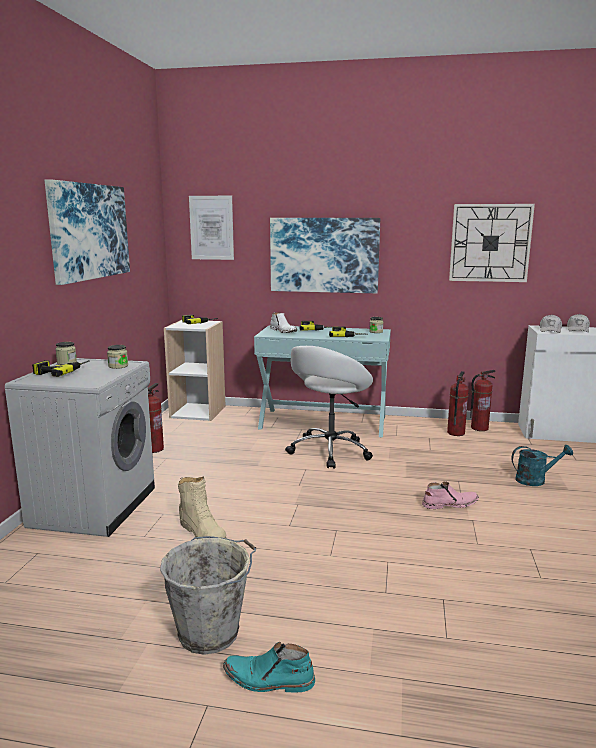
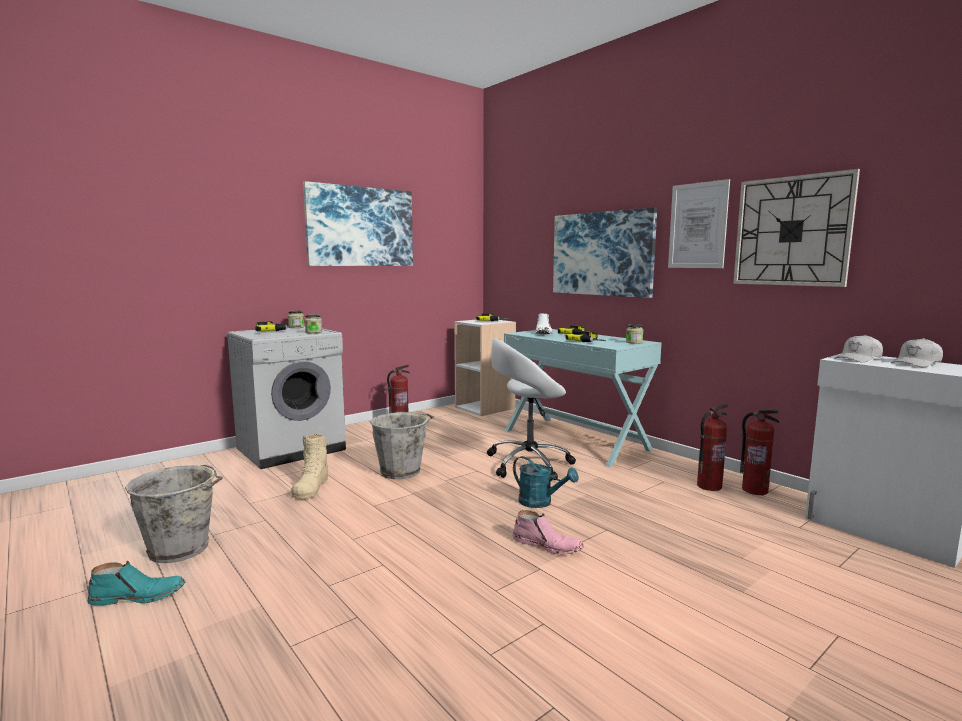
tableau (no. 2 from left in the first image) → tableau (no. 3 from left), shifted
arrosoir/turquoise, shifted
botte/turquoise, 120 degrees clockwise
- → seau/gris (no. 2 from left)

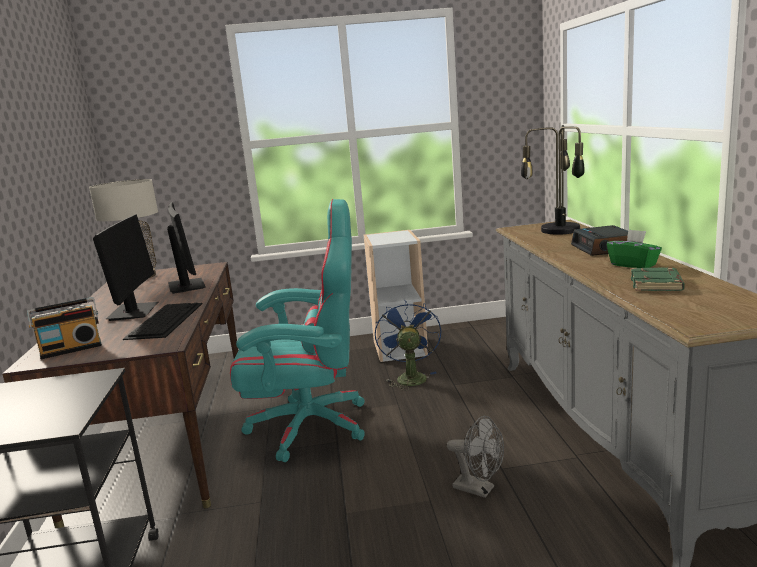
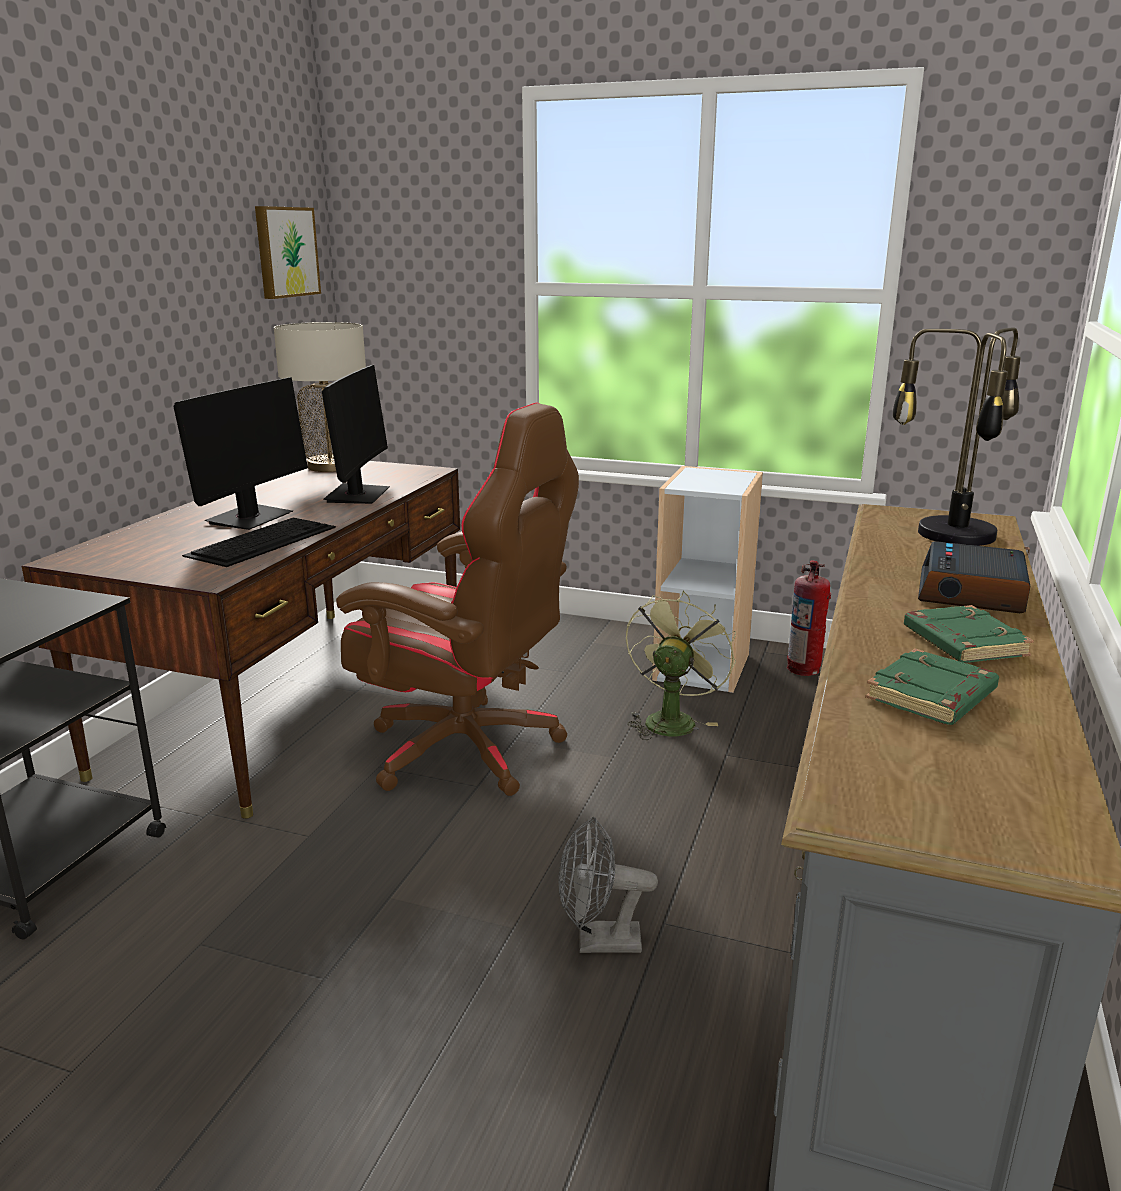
chaise de bureau/turquoise → chaise de bureau/marron
boîte à mouchoirs/vert → livre/vert (no. 2 from left)
radio → -
ventilateur/bleu → ventilateur/vert
ventilateur/gris, 120 degrees clockwise
- → tableau
- → extincteur

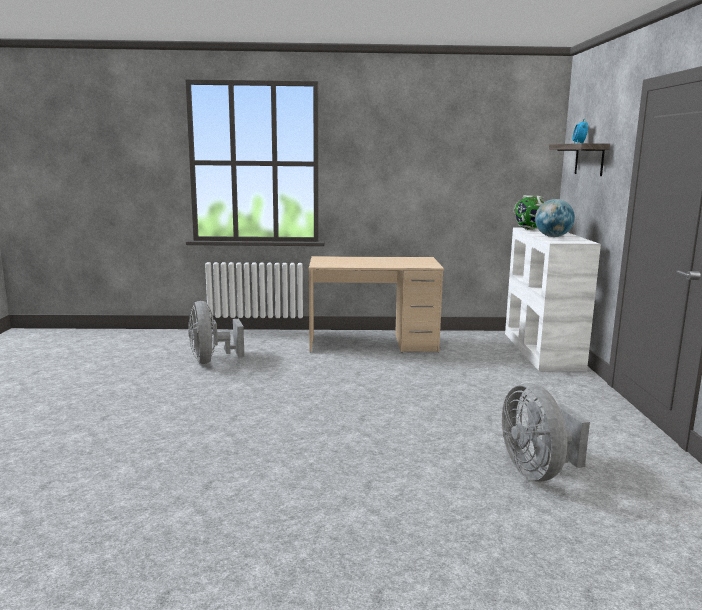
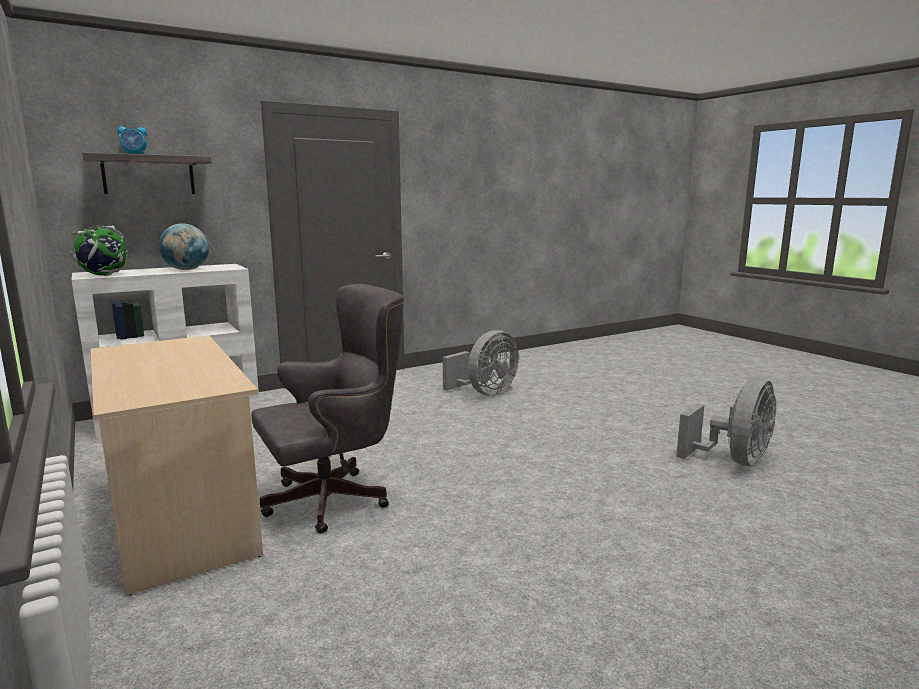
ventilateur/gris (no. 1 from left in the first image) → ventilateur/gris (no. 2 from left), shifted
- → chaise de bureau/gris

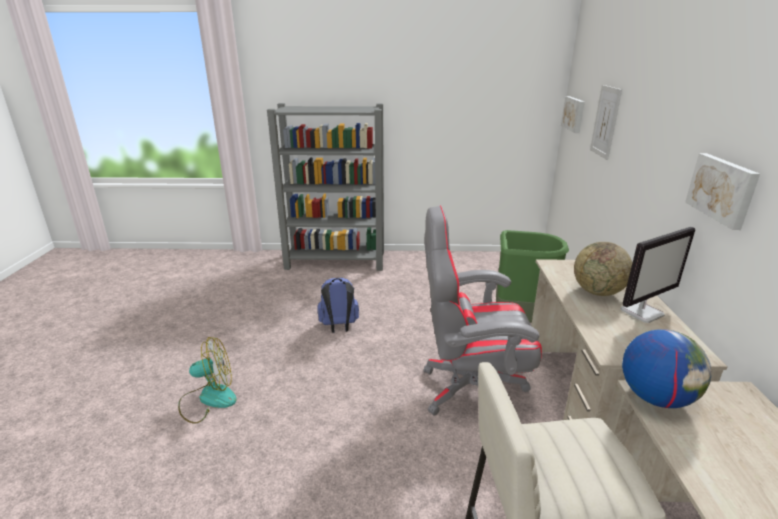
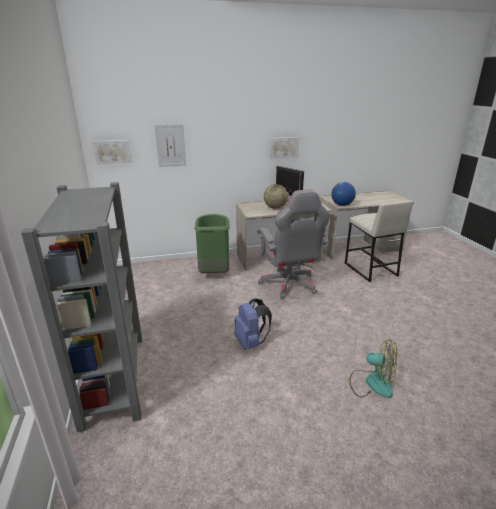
ventilateur, 150 degrees clockwise

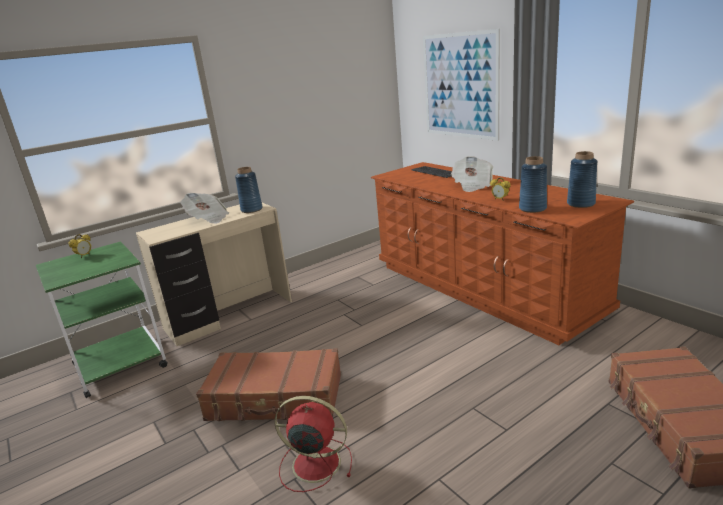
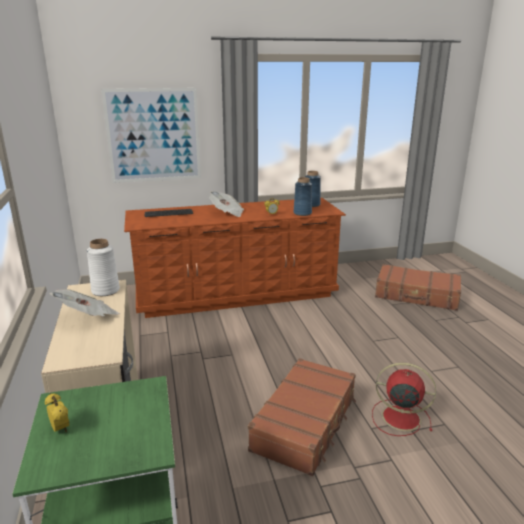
vase/bleu (no. 1 from left) → vase/blanc
ventilateur/rouge, 75 degrees clockwise

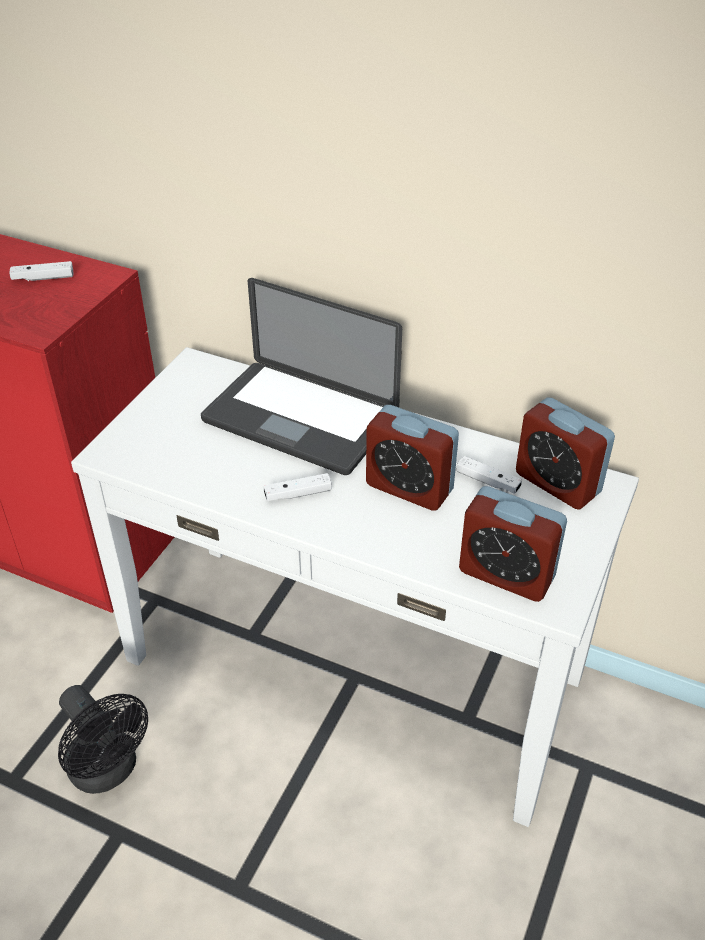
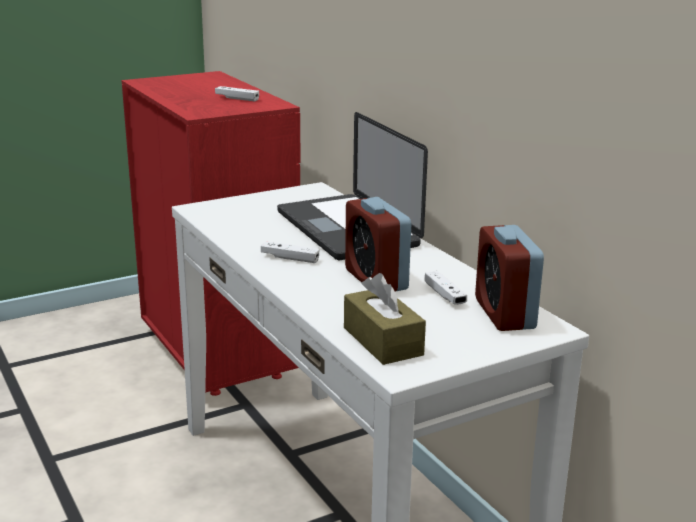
réveil (no. 2 from left) → boîte à mouchoirs/marron
ventilateur/noir → -

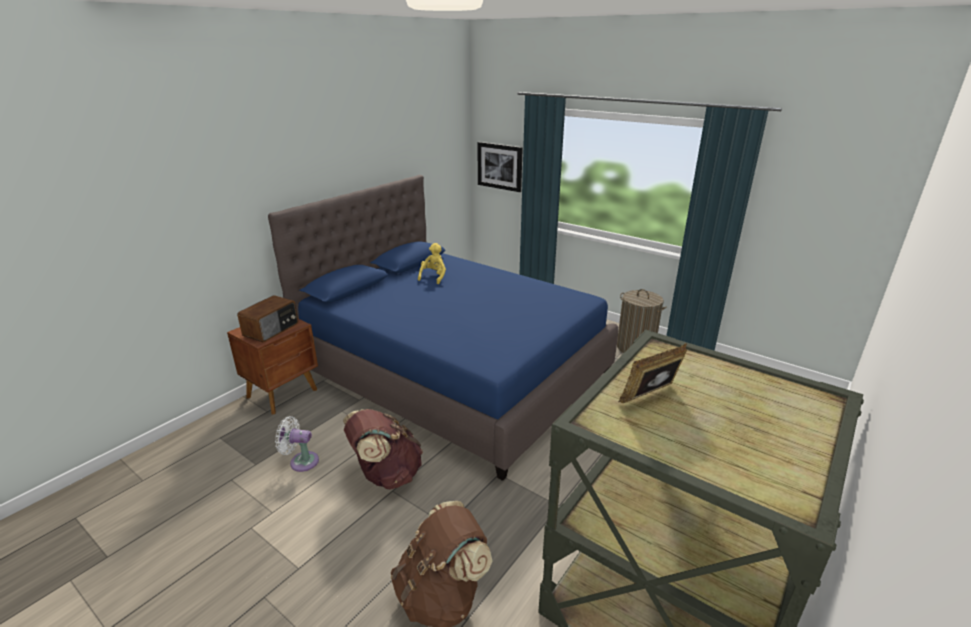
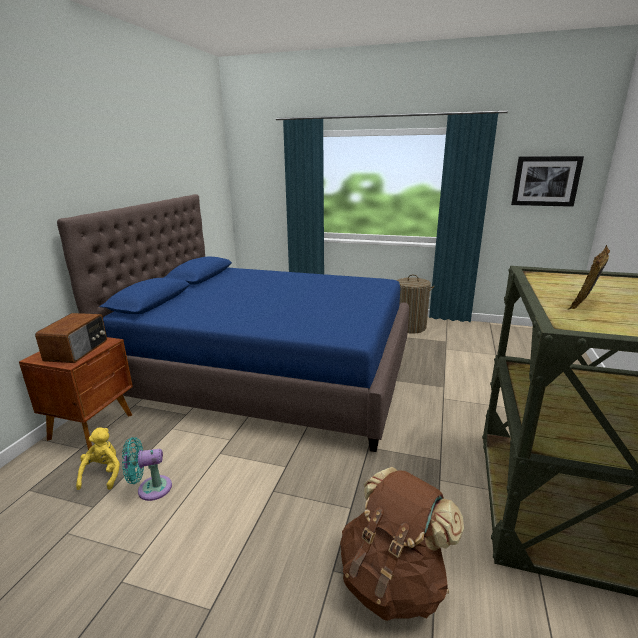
tableau, shifted
peluche/jaune, shifted
sac à dos/marron (no. 1 from left) → -
ventilateur/blanc → ventilateur/turquoise

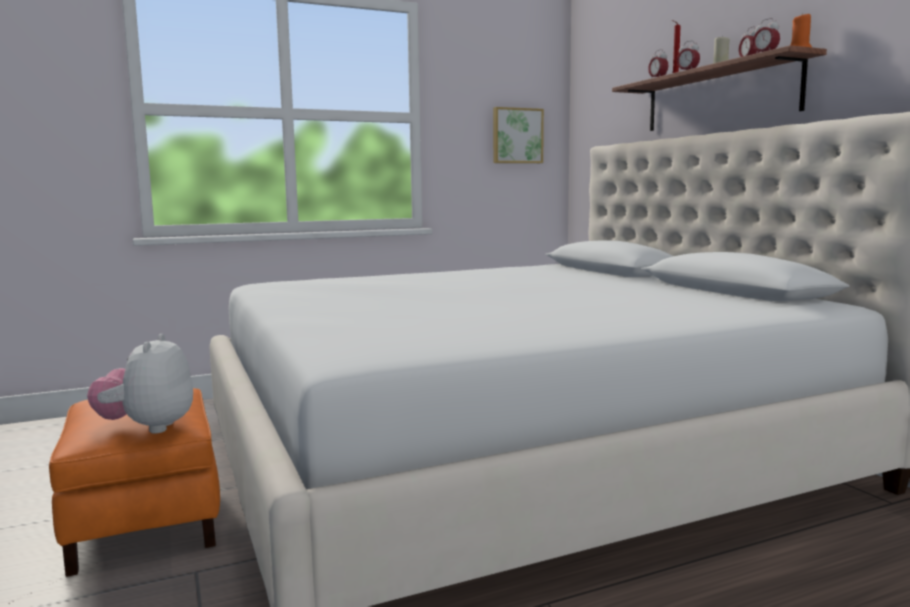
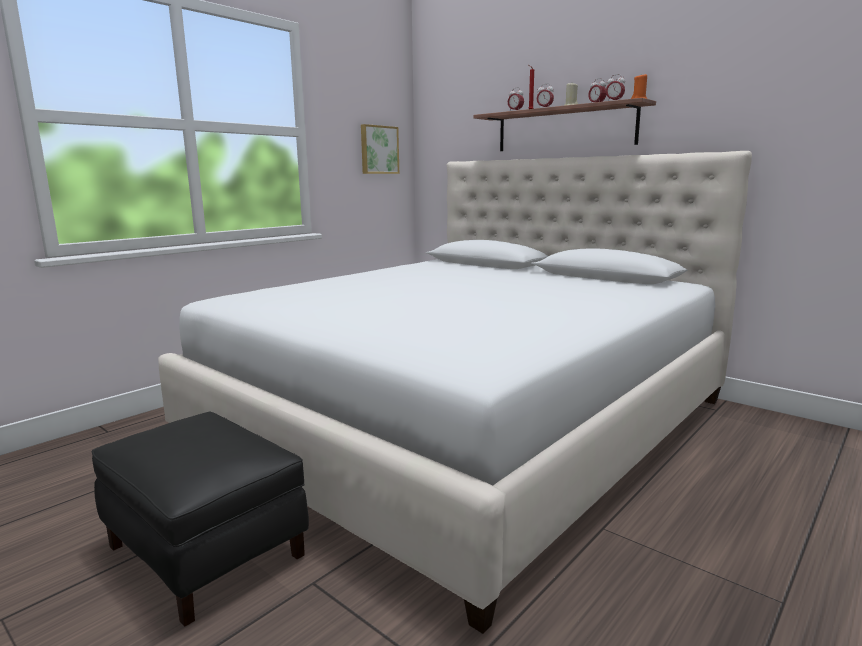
peluche → -
pouf/orange → pouf/noir

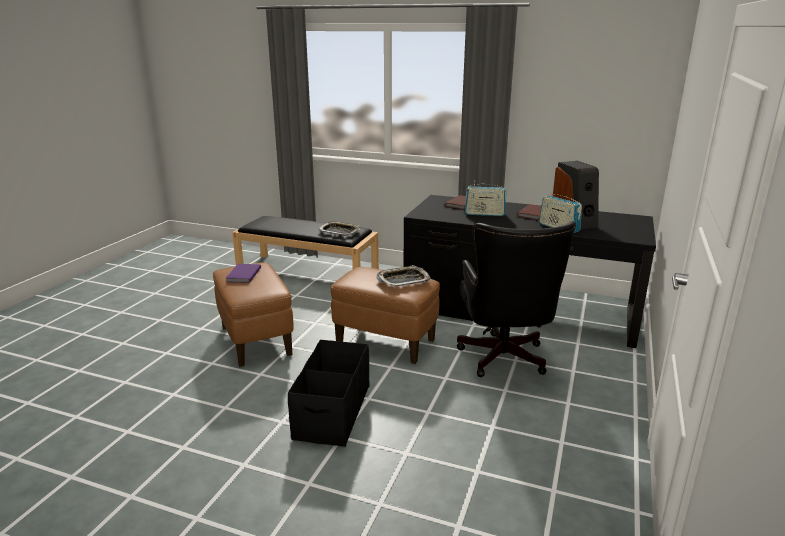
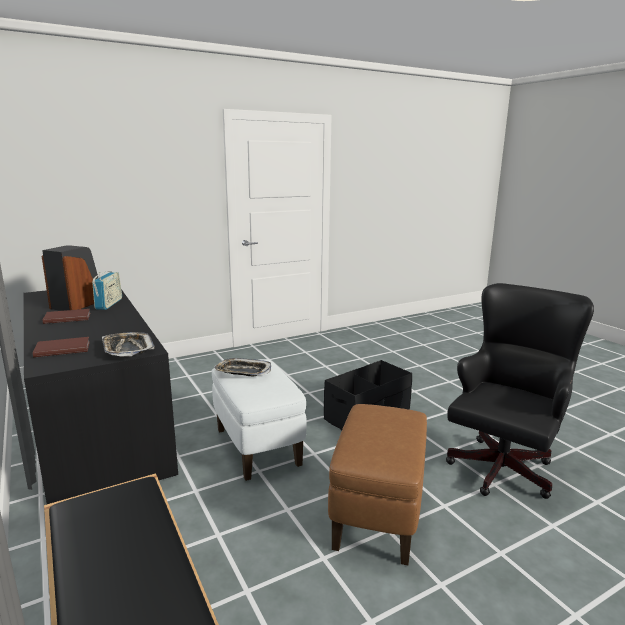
radio (no. 1 from left) → -
plateau (no. 1 from left), shifted
chaise de bureau/noir, shifted
livre/violet → -
pouf/marron (no. 2 from left) → pouf/blanc

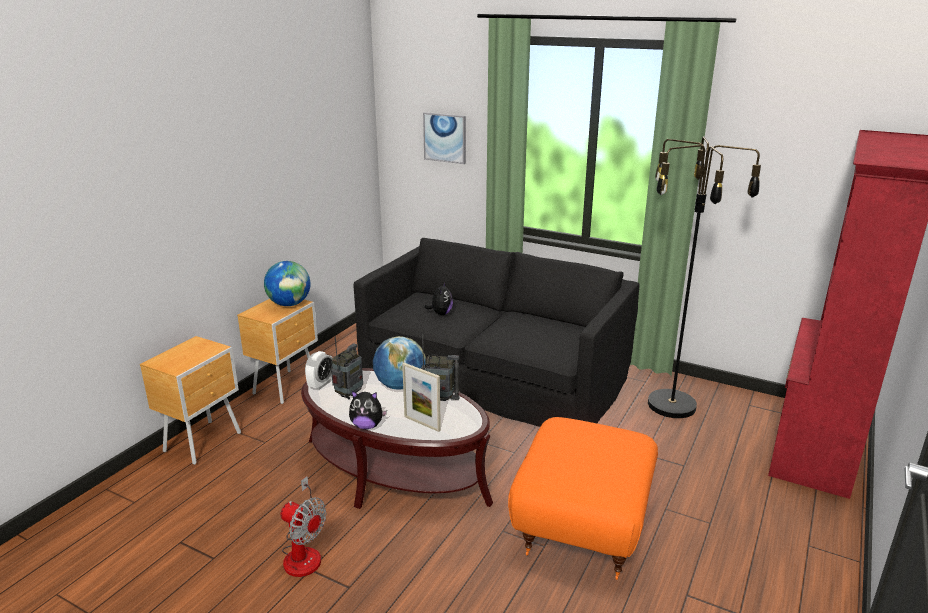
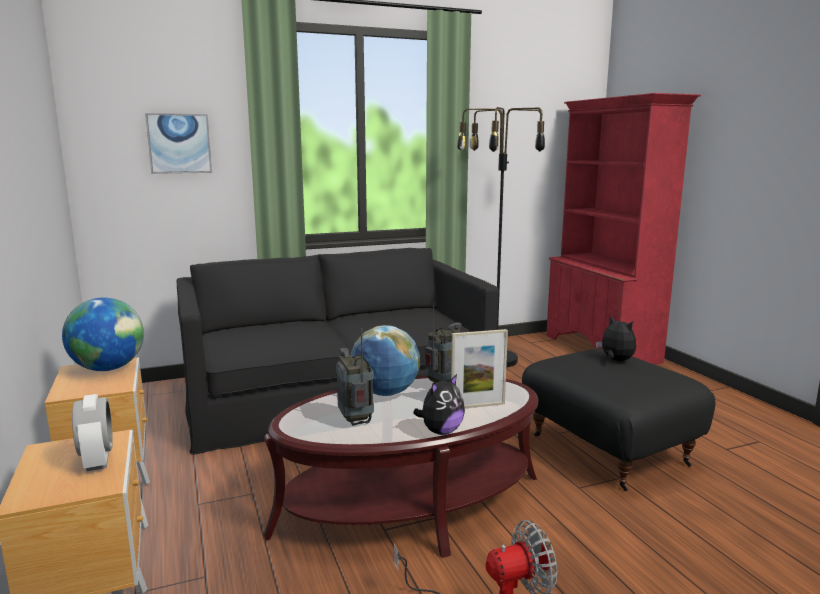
peluche (no. 2 from left), shifted
réveil, shifted
pouf/orange → pouf/noir

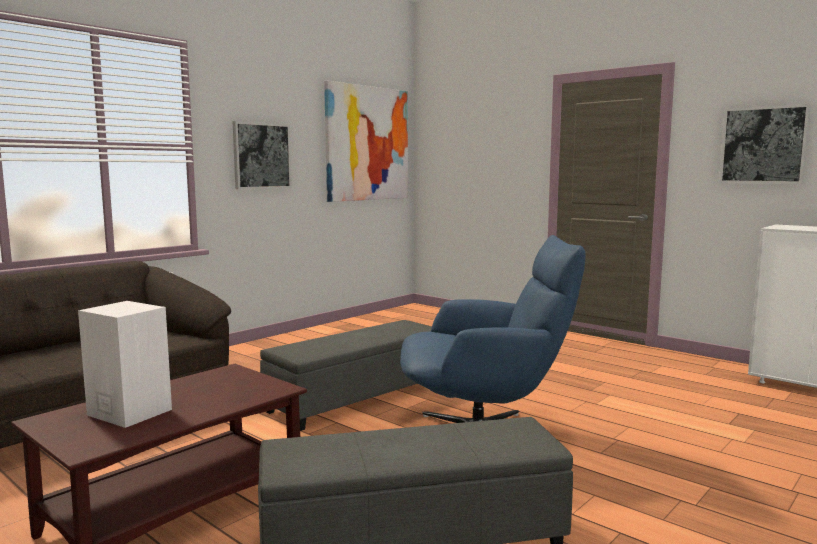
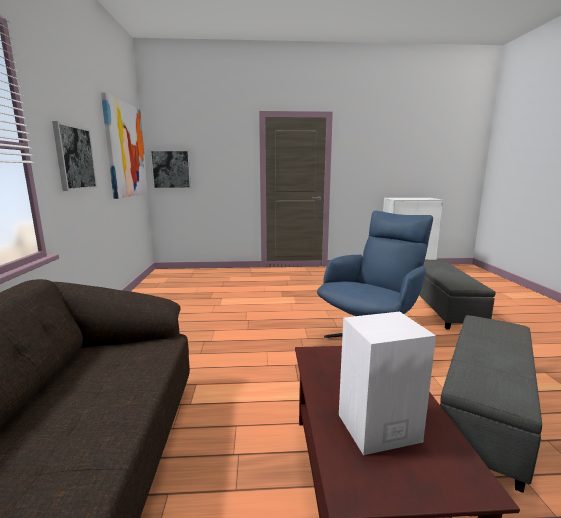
tableau (no. 3 from left), shifted
pouf/gris (no. 1 from left), shifted

